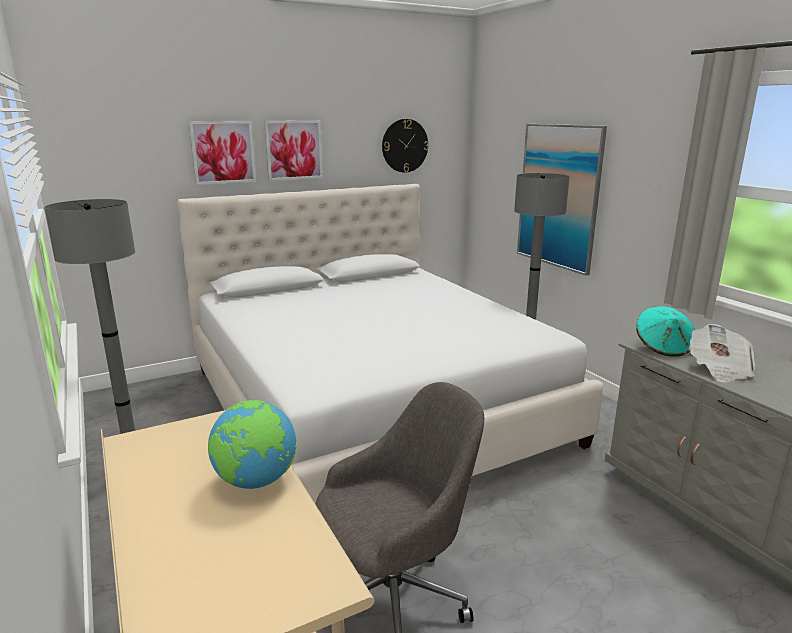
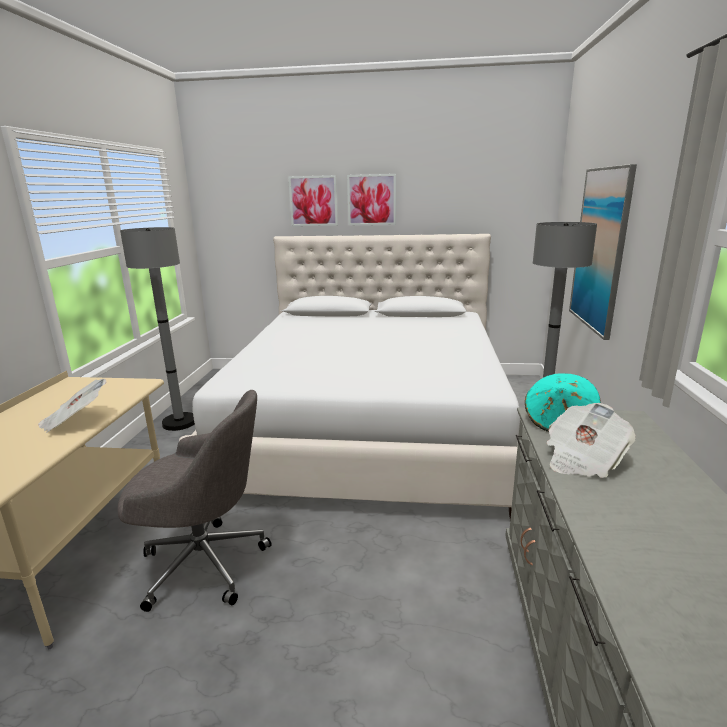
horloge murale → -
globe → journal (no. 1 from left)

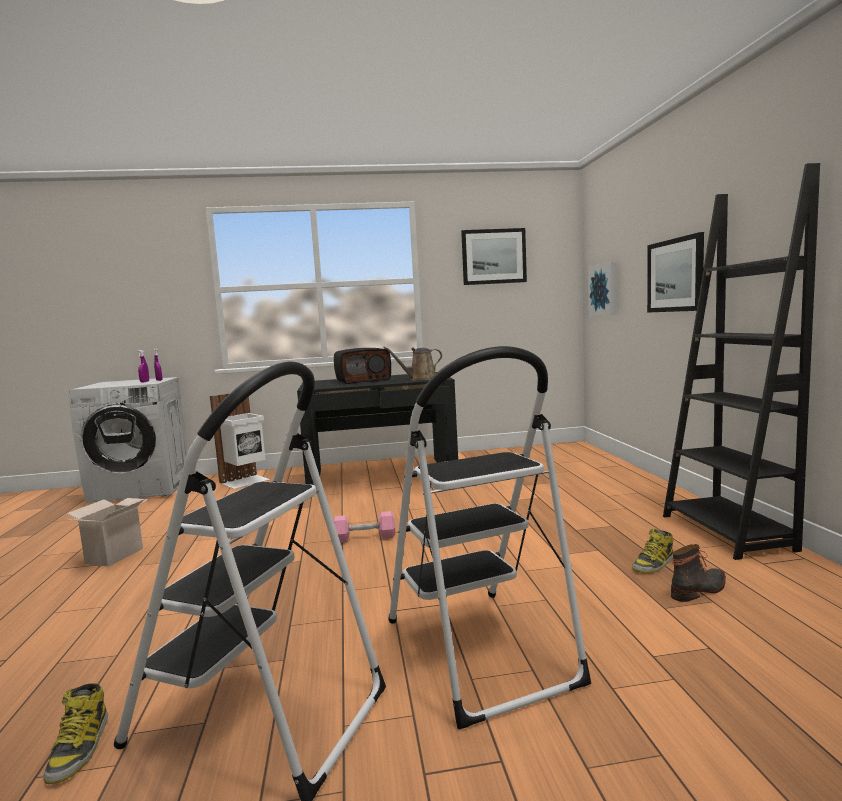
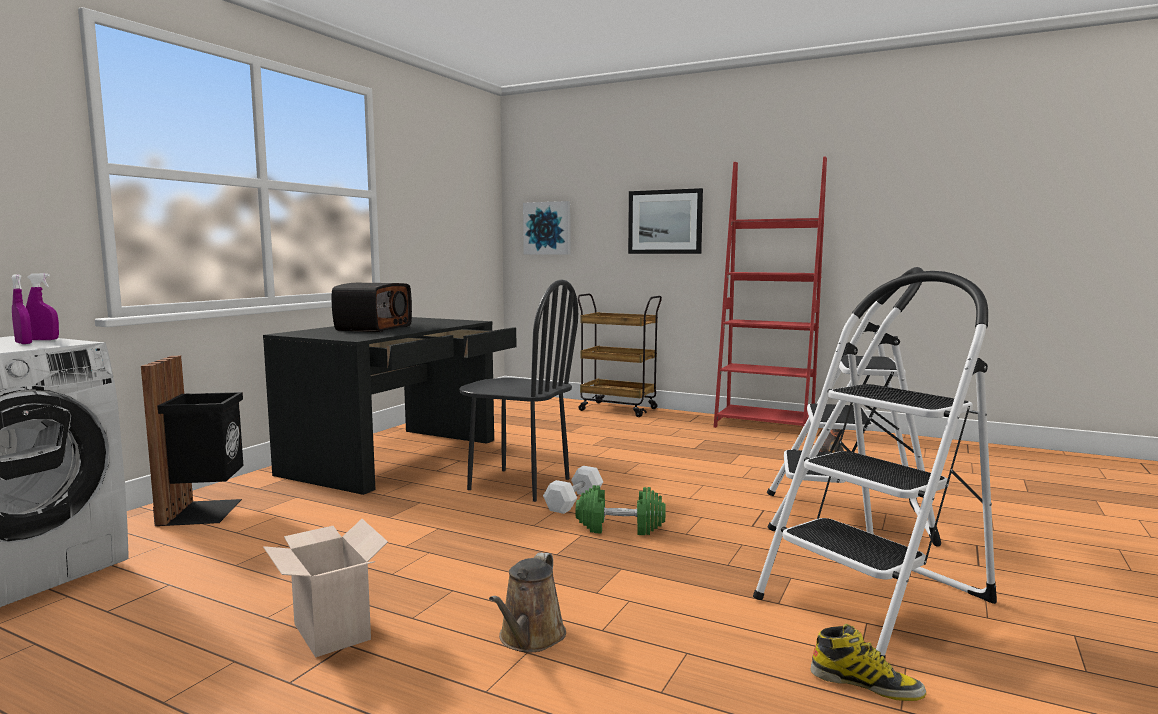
bibliothèque/noir → bibliothèque/rouge
tableau (no. 1 from left) → -
arrosoir/marron, shifted
poubelle/blanc → poubelle/noir
haltère/rose → haltère/blanc
botte (no. 2 from left) → -
- → chaise/noir
- → chariot/marron
- → haltère/vert

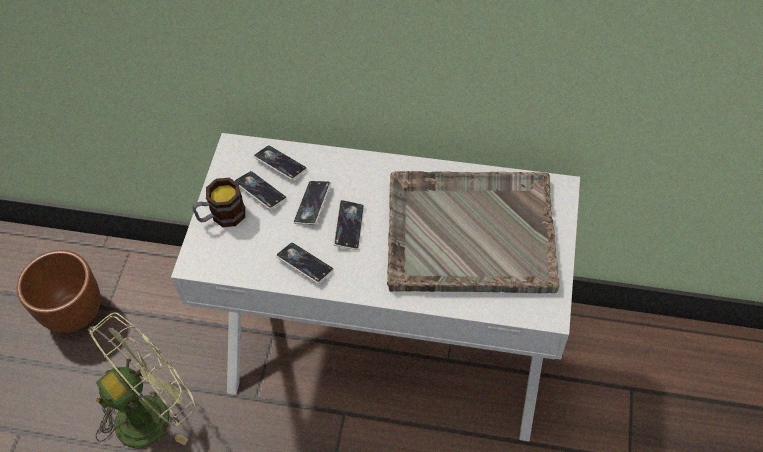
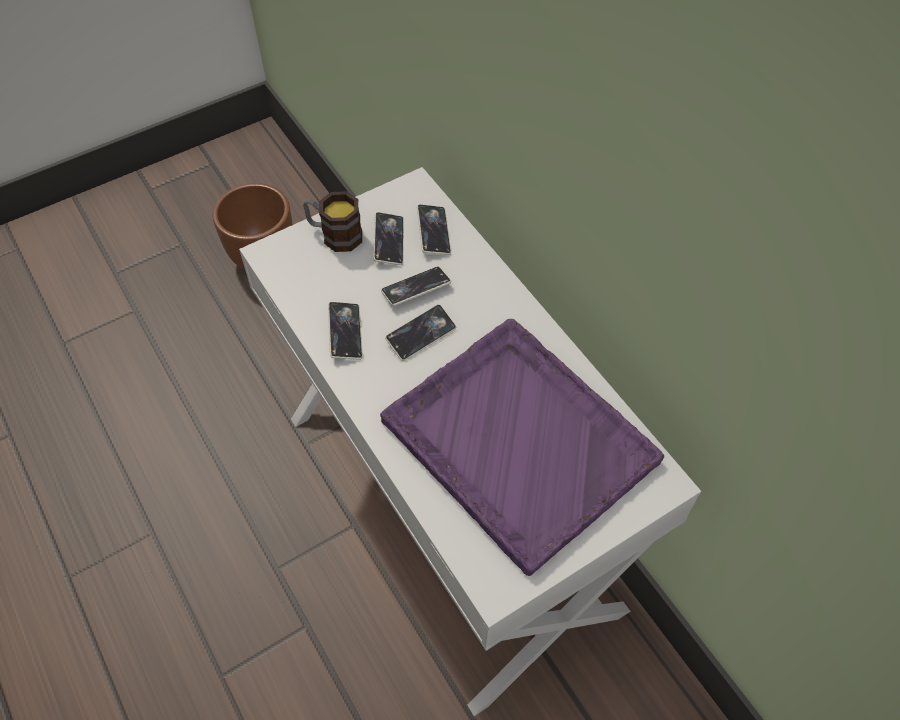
plateau/gris → plateau/violet
ventilateur/vert → -

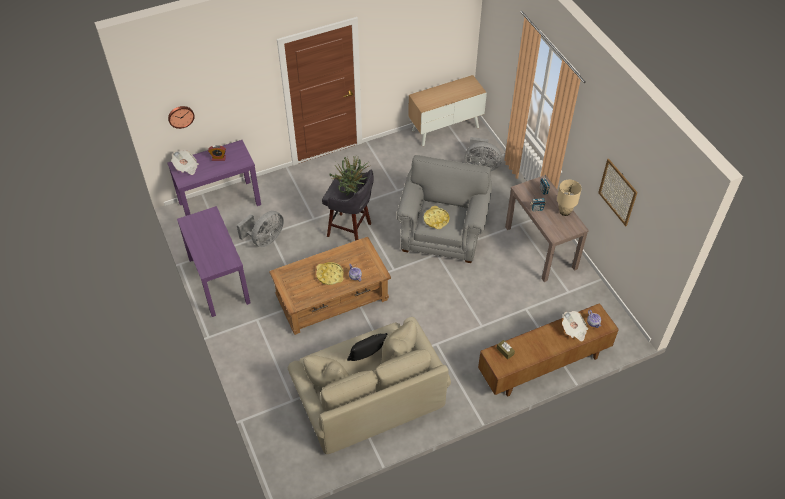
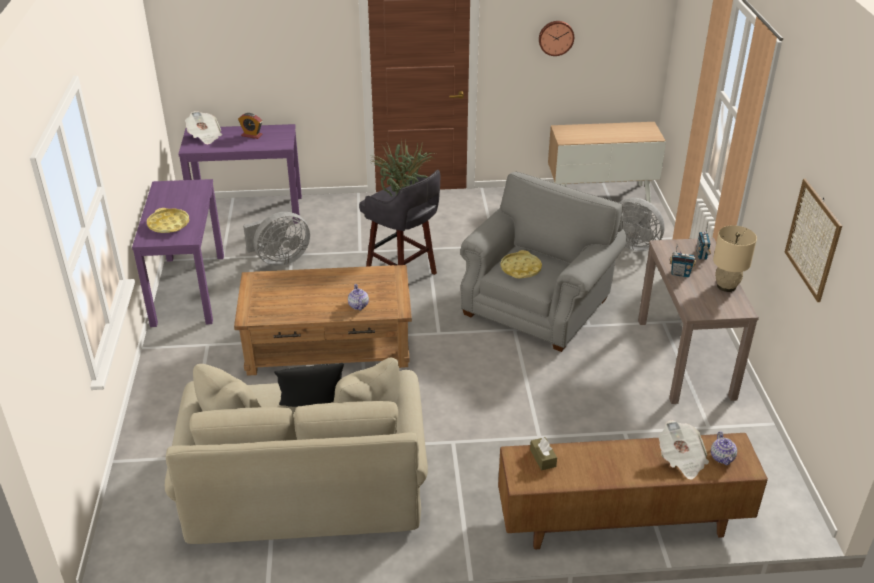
horloge murale, shifted
plateau/jaune (no. 1 from left), shifted

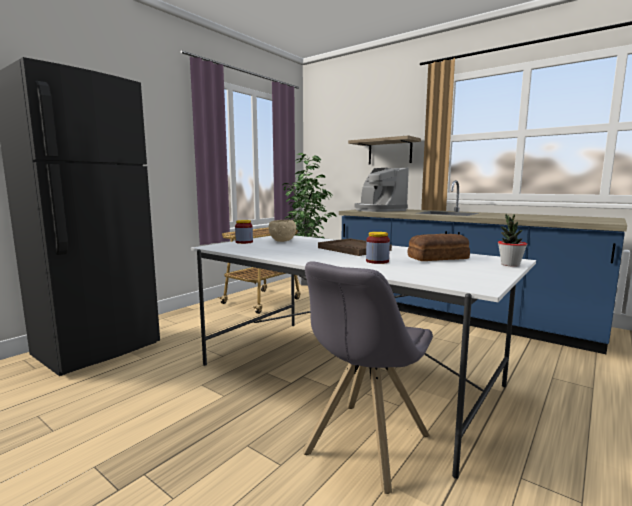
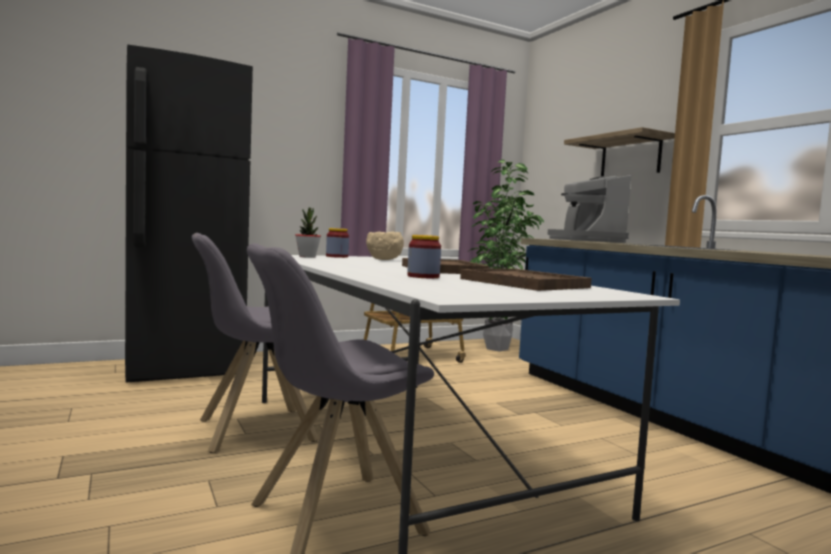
plante en pot (no. 2 from left in the first image) → plante en pot (no. 1 from left), shifted
pain → plateau/marron (no. 2 from left)
- → chaise/gris (no. 1 from left)

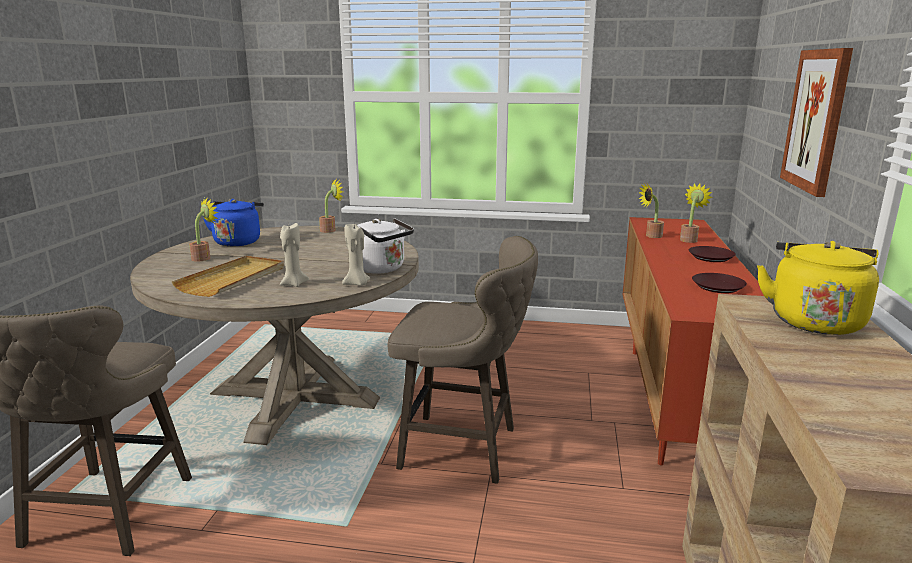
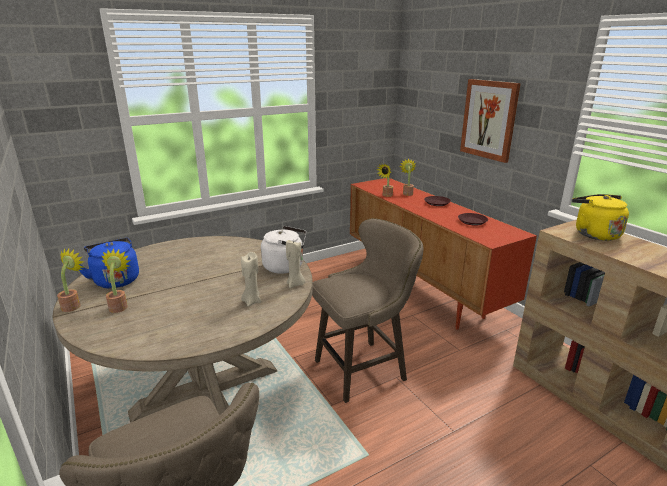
plante en pot (no. 2 from left in the first image) → plante en pot (no. 1 from left), shifted
plateau/beige → -

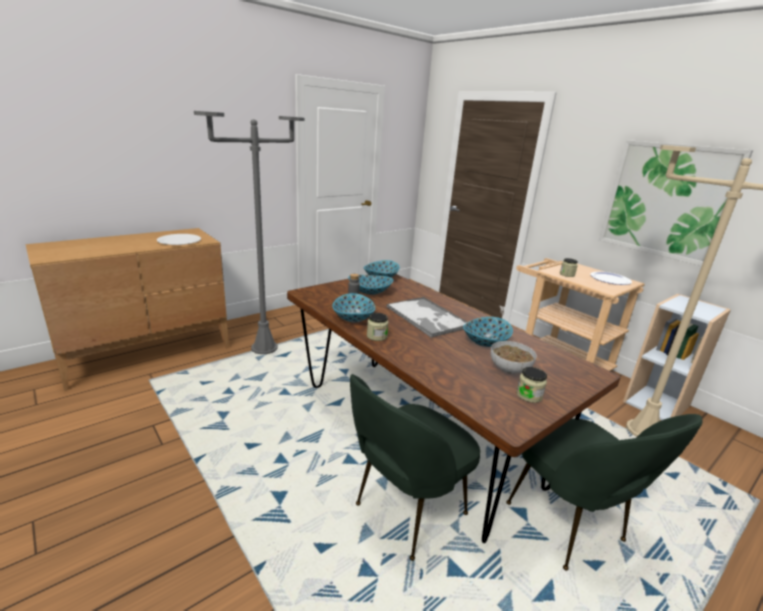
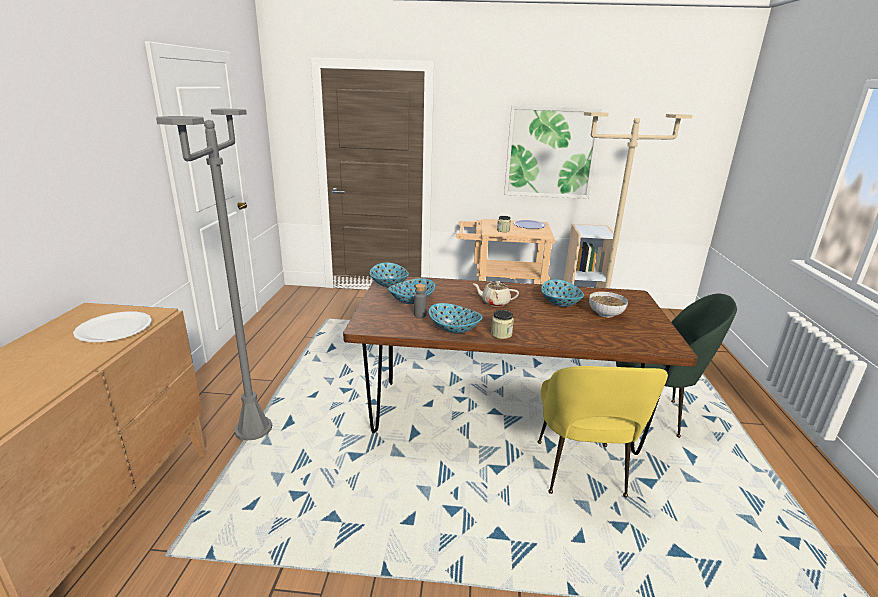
plateau → théière/beige
bocal (no. 2 from left) → -
chaise/vert (no. 1 from left) → chaise/jaune

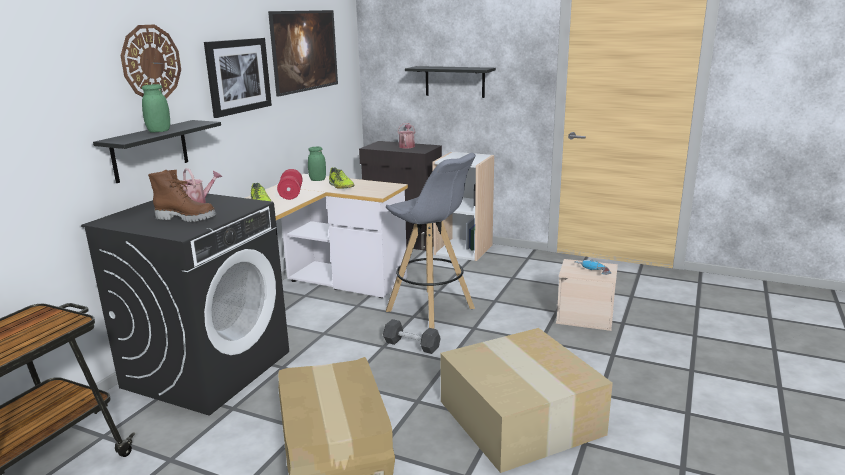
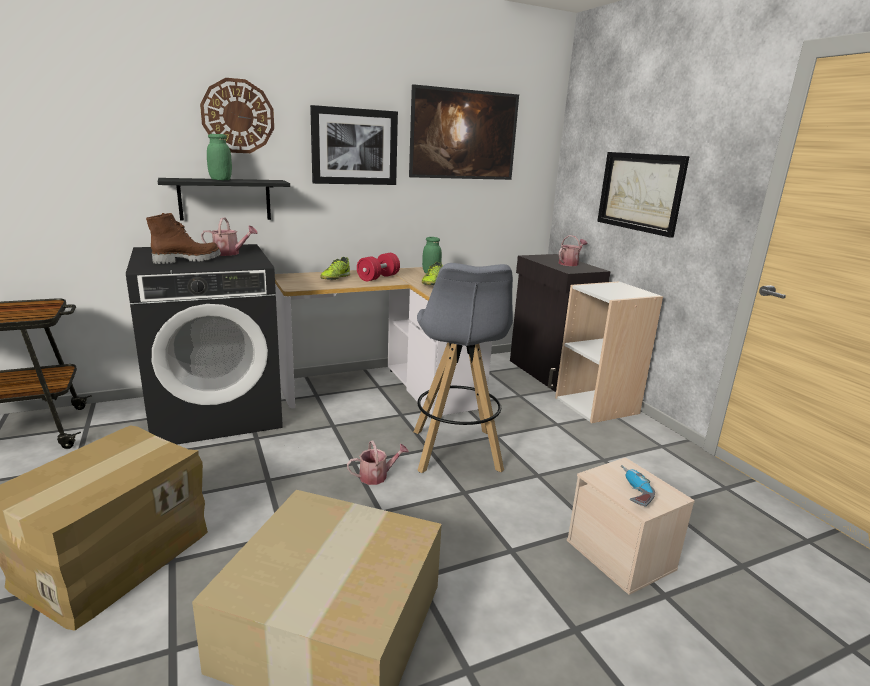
étagère/noir (no. 2 from left) → tableau (no. 3 from left)
botte/marron, 90 degrees counterclockwise
haltère/noir → arrosoir (no. 2 from left)

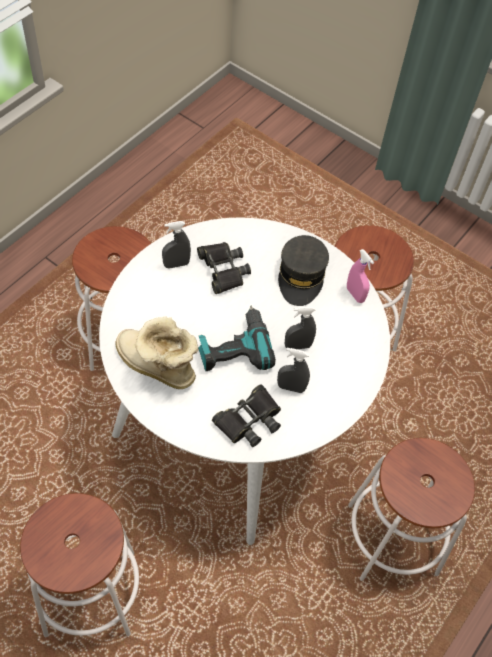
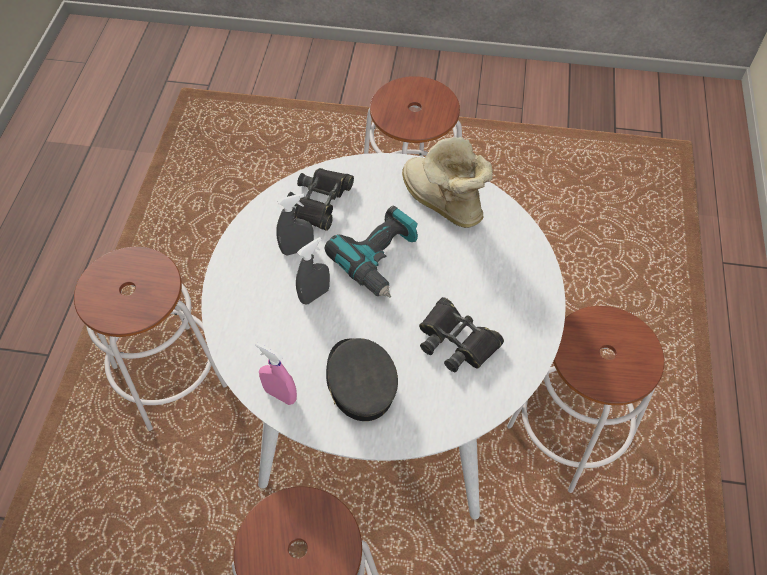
vaporisateur/gris (no. 1 from left) → -
botte, 135 degrees counterclockwise

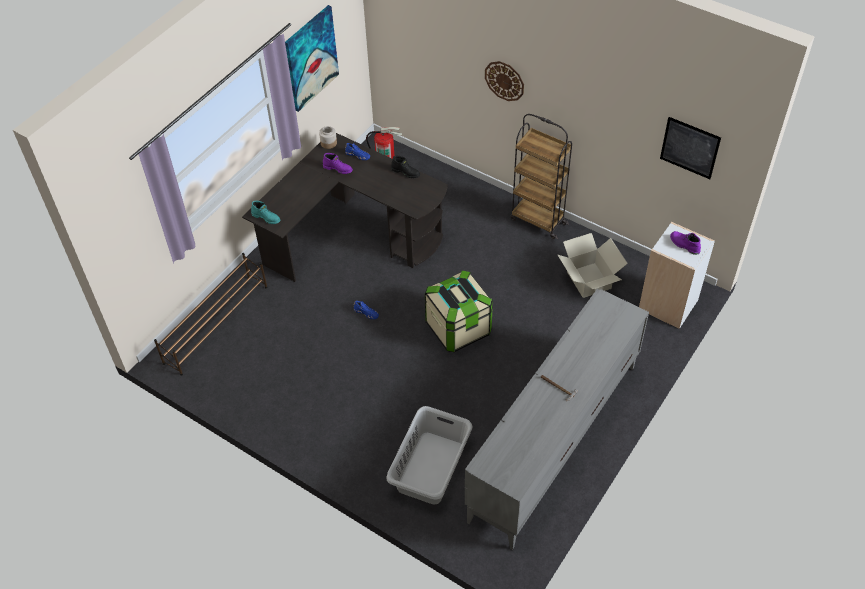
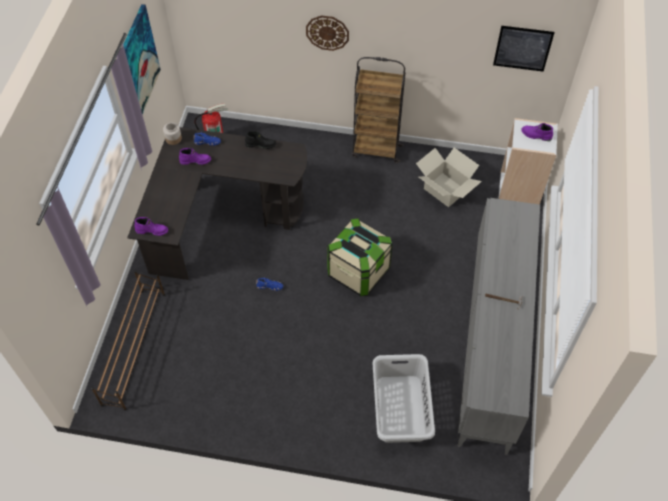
botte/turquoise → botte/violet (no. 1 from left)

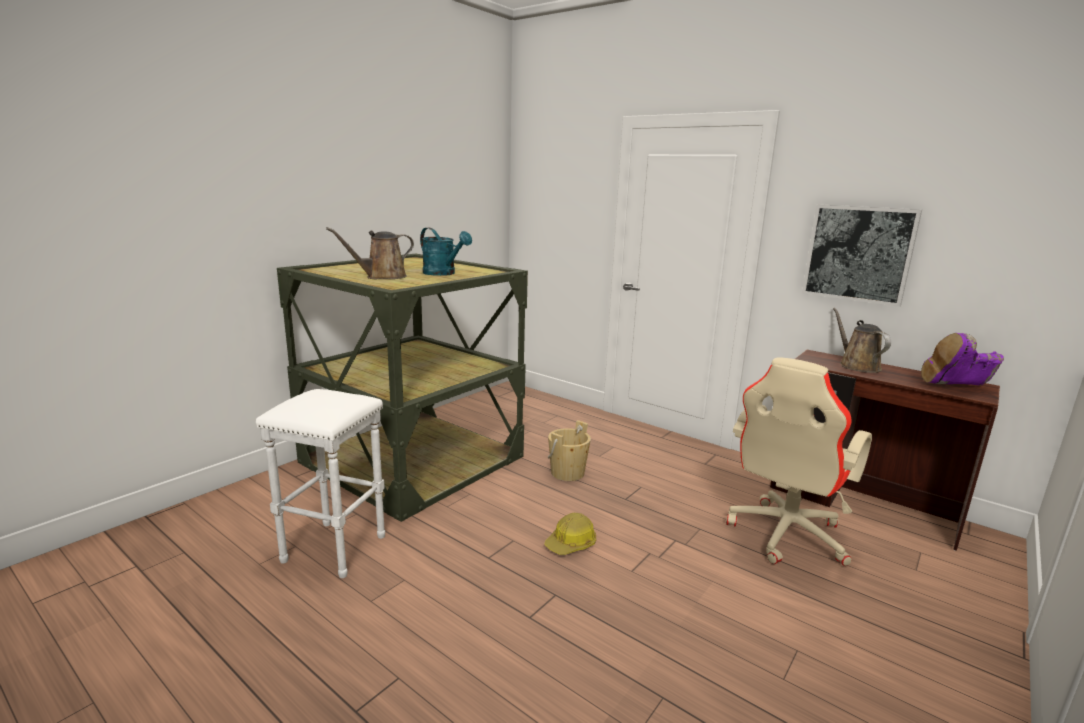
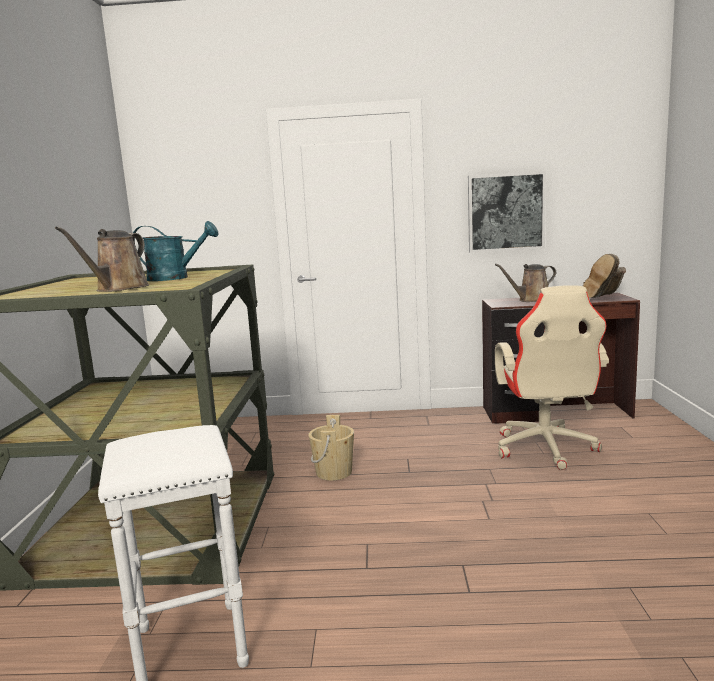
arrosoir/marron (no. 2 from left), 60 degrees counterclockwise
botte/violet → botte/marron
casque de chantier → -

